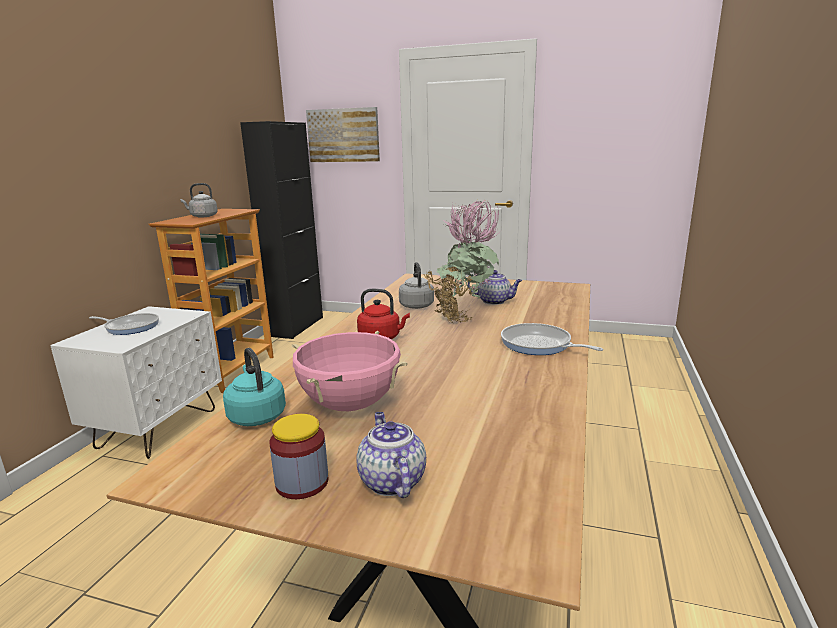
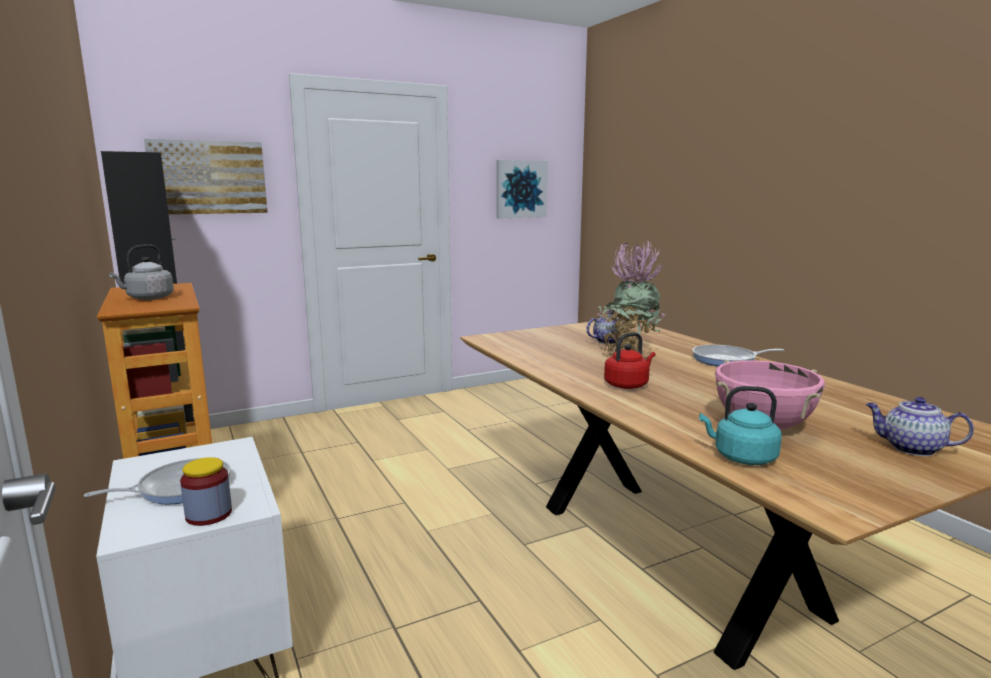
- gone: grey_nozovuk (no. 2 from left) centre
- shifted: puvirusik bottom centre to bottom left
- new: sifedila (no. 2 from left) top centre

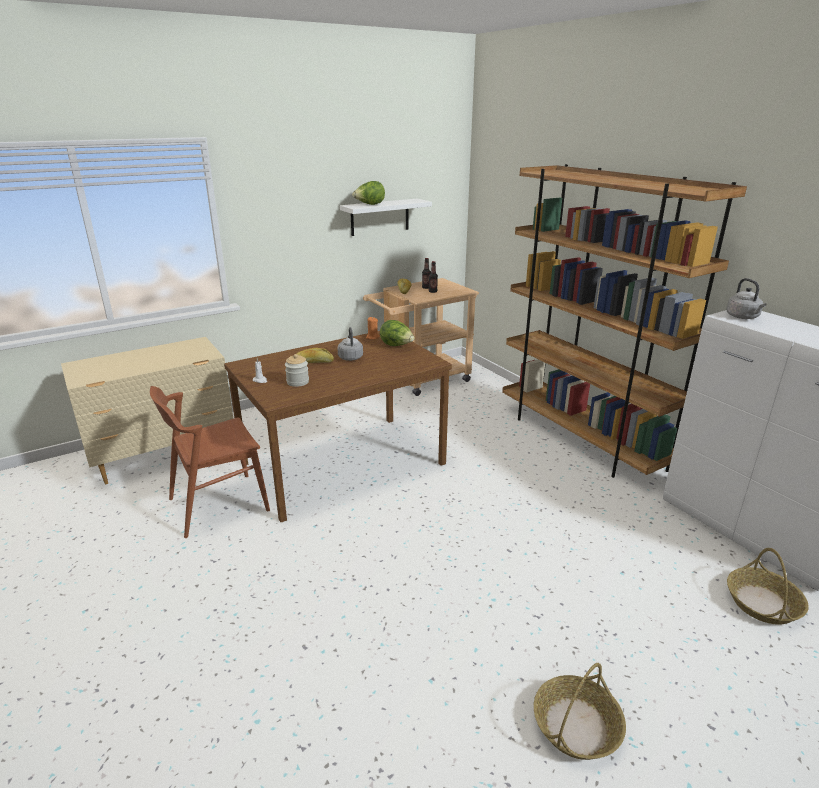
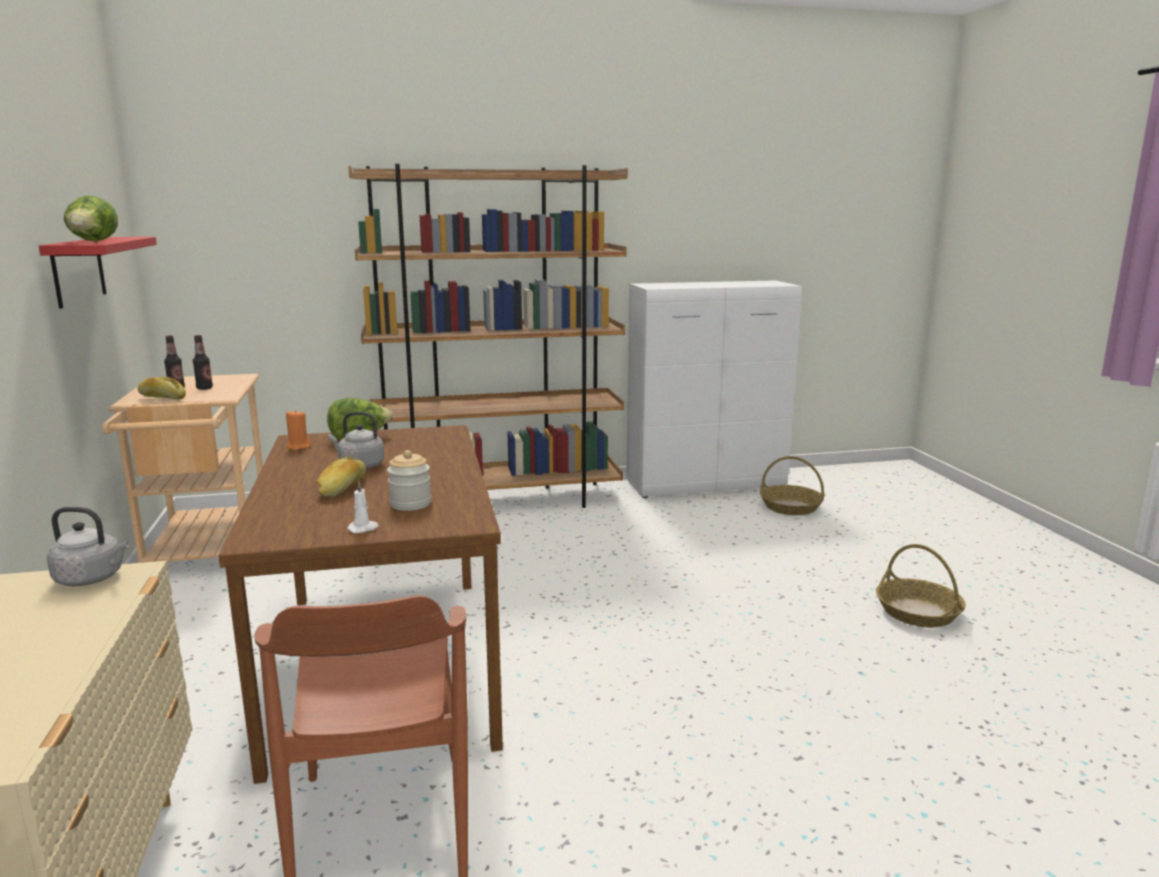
- repainted: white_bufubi top centre to red_bufubi top left
- shifted: grey_nozovuk (no. 2 from left in the first image) middle right to grey_nozovuk (no. 1 from left) middle left

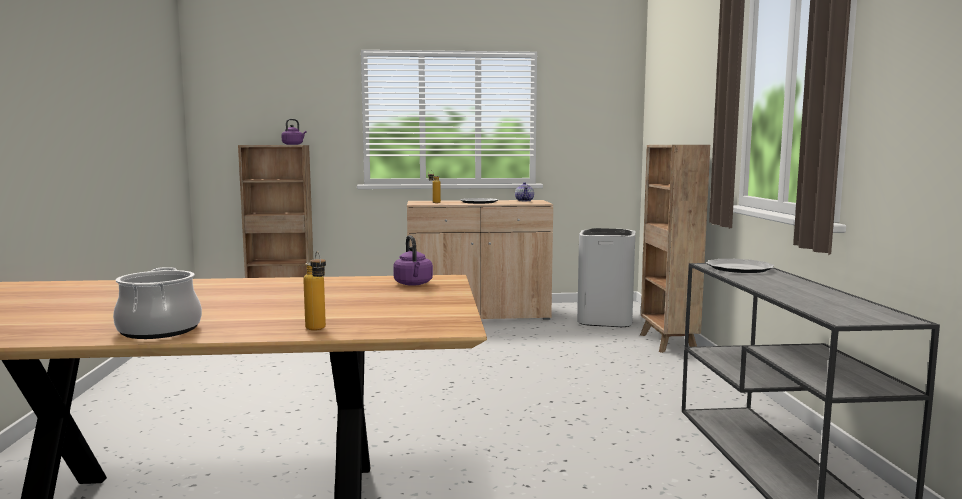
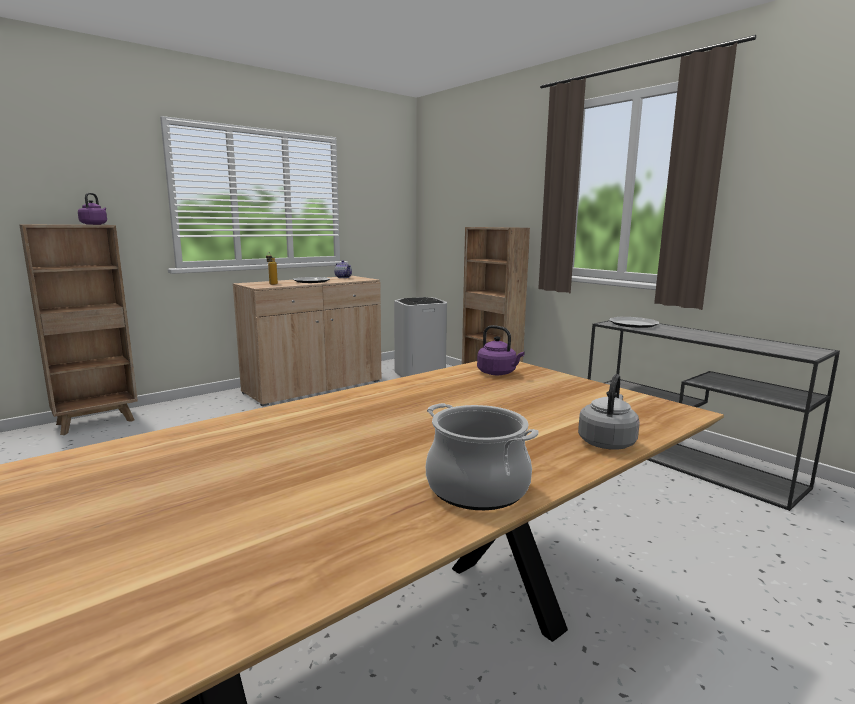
- swapped: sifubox (no. 1 from left) middle left to grey_nozovuk middle right

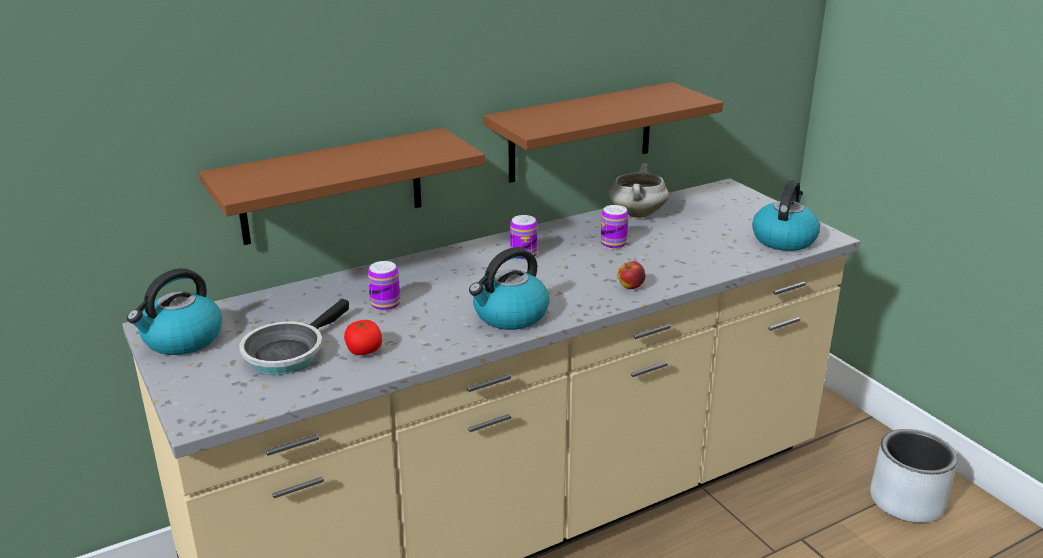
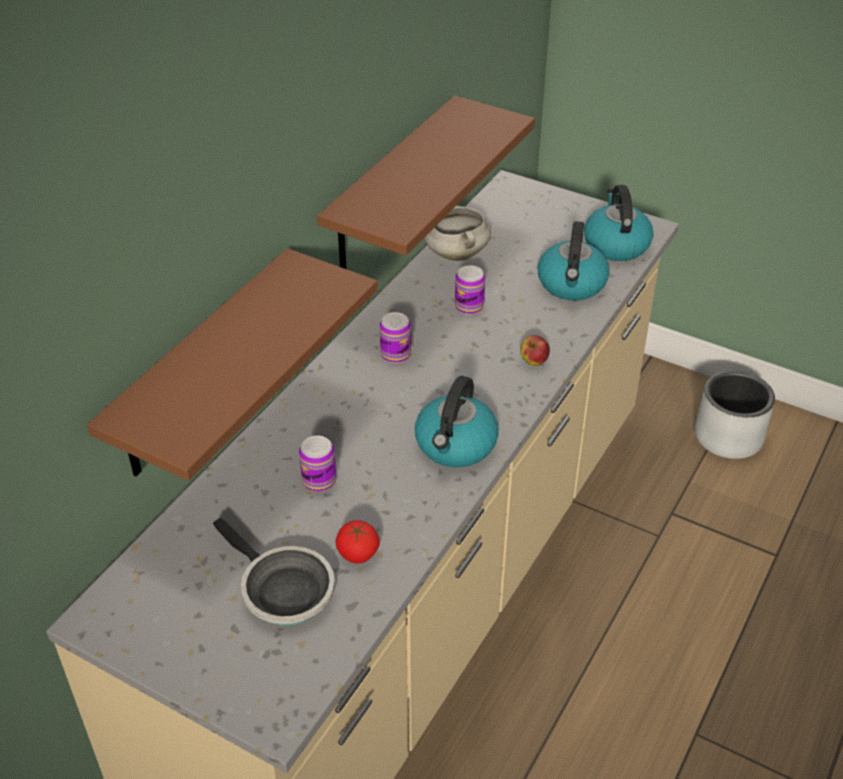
- shifted: nozovuk (no. 1 from left in the first image) middle left to nozovuk (no. 2 from left) middle right
- rotated: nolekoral middle left = bottom left 45 degrees counterclockwise

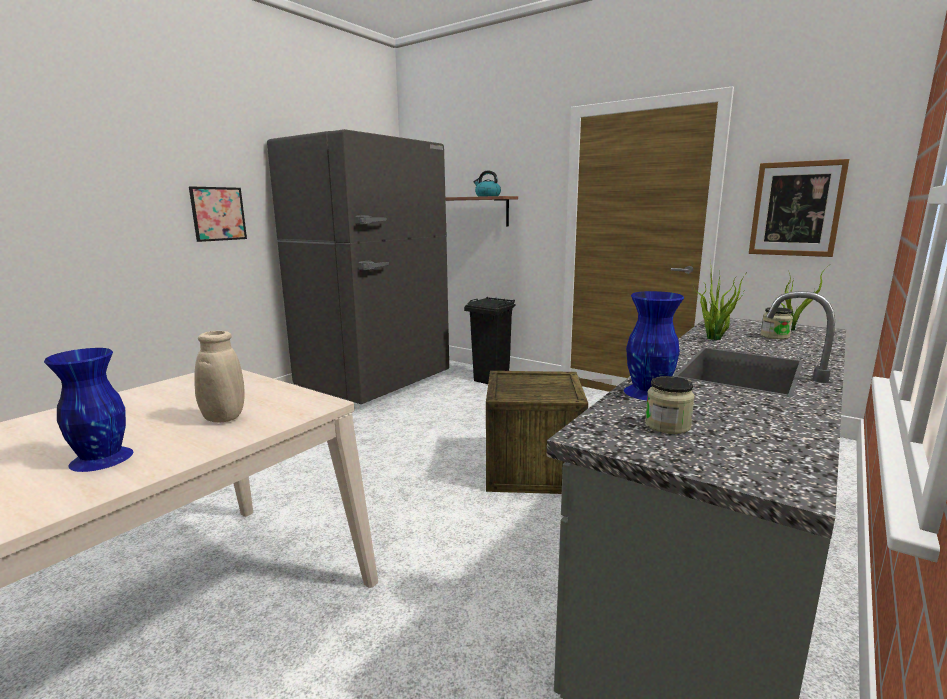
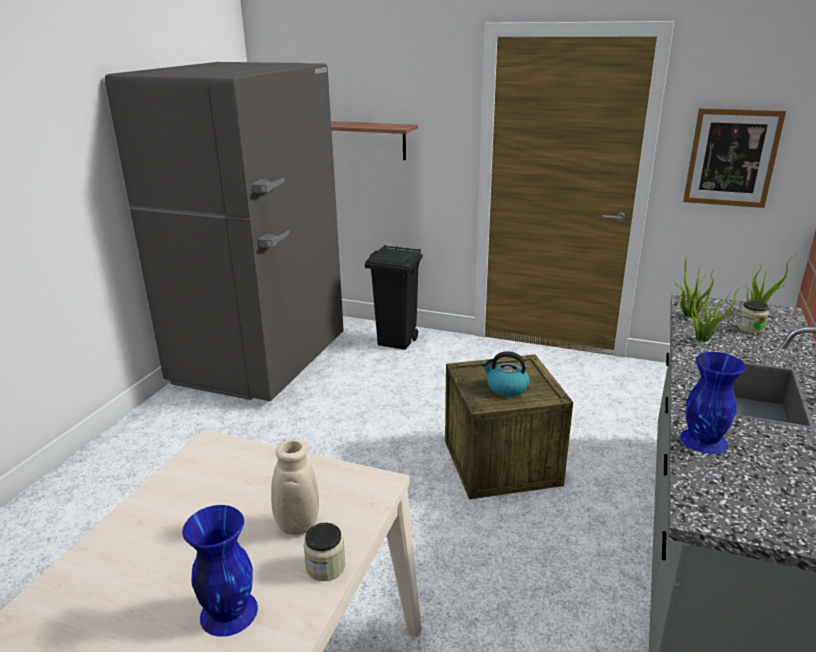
- shifted: nozovuk top centre to centre
- gone: sifedila (no. 1 from left) top left
- shifted: puvirusik (no. 1 from left) middle right to bottom centre

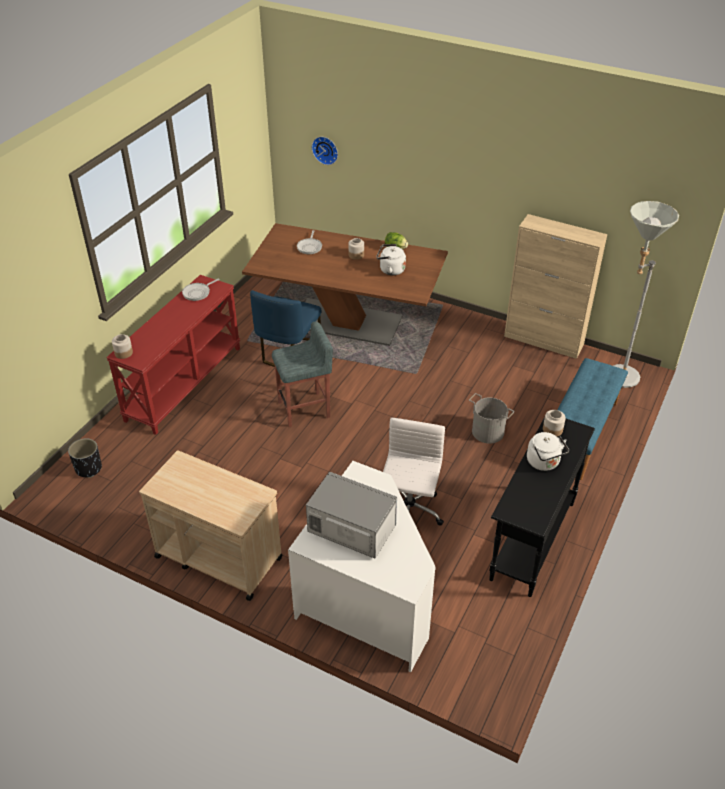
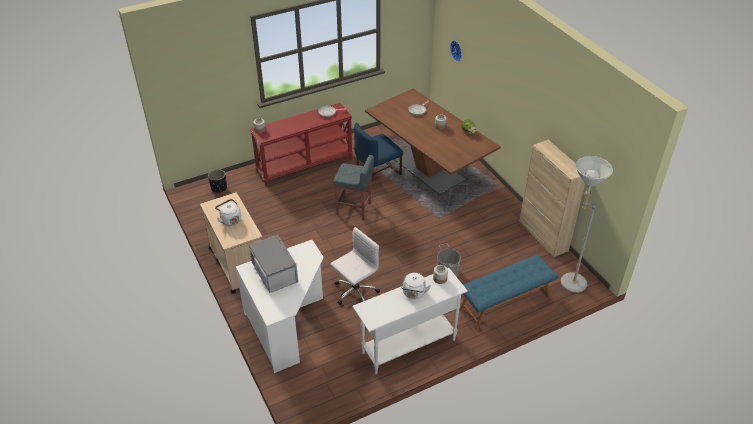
- shifted: white_nozovuk (no. 1 from left) top centre to middle left
- repainted: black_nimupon middle right to white_nimupon bottom centre

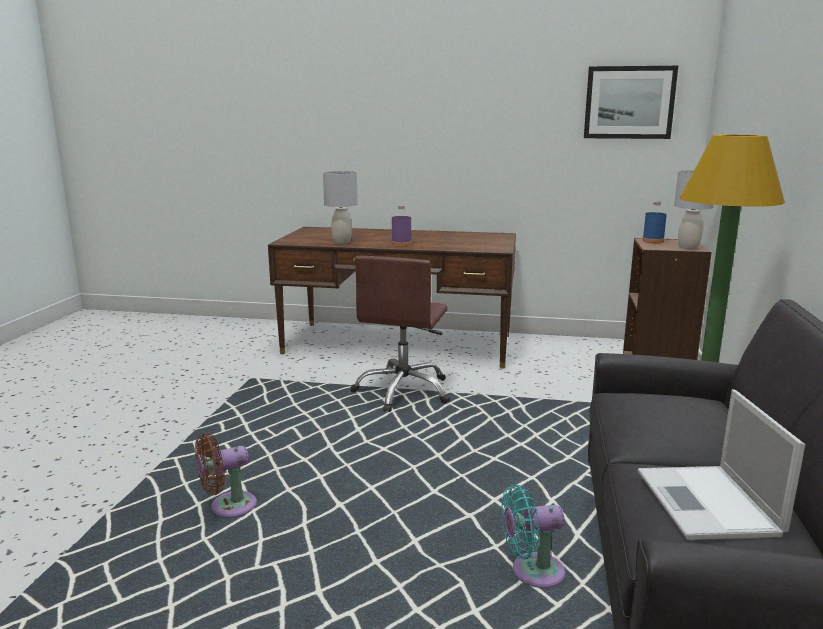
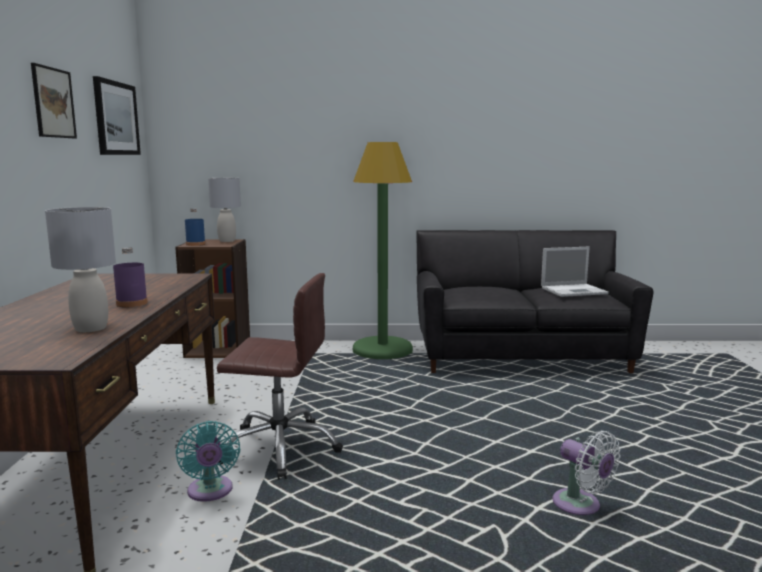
- repainted: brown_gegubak bottom left to white_gegubak bottom right
- shifted: turquoise_gegubak bottom centre to bottom left
- new: sifedila (no. 1 from left) top left

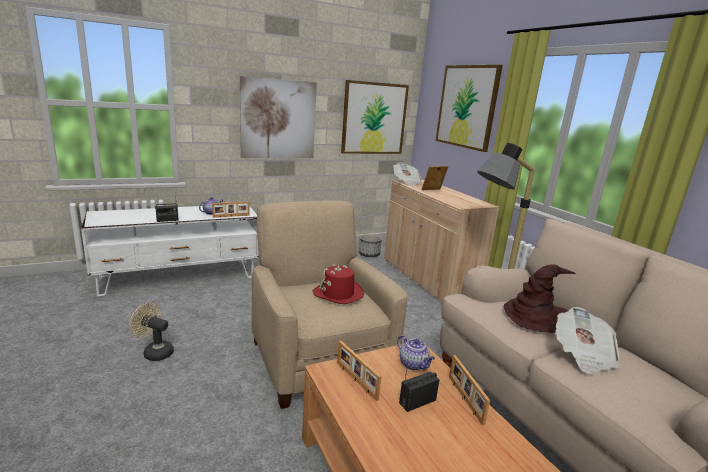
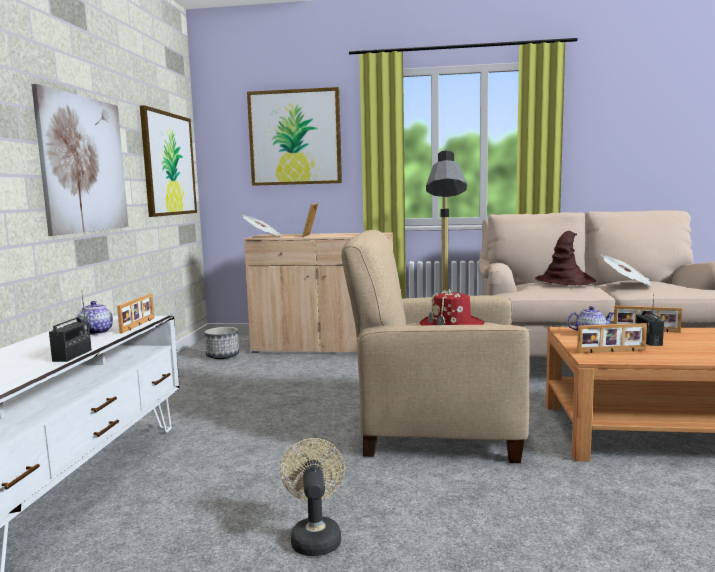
- rotated: beige_gegubak bottom left = bottom centre 120 degrees clockwise

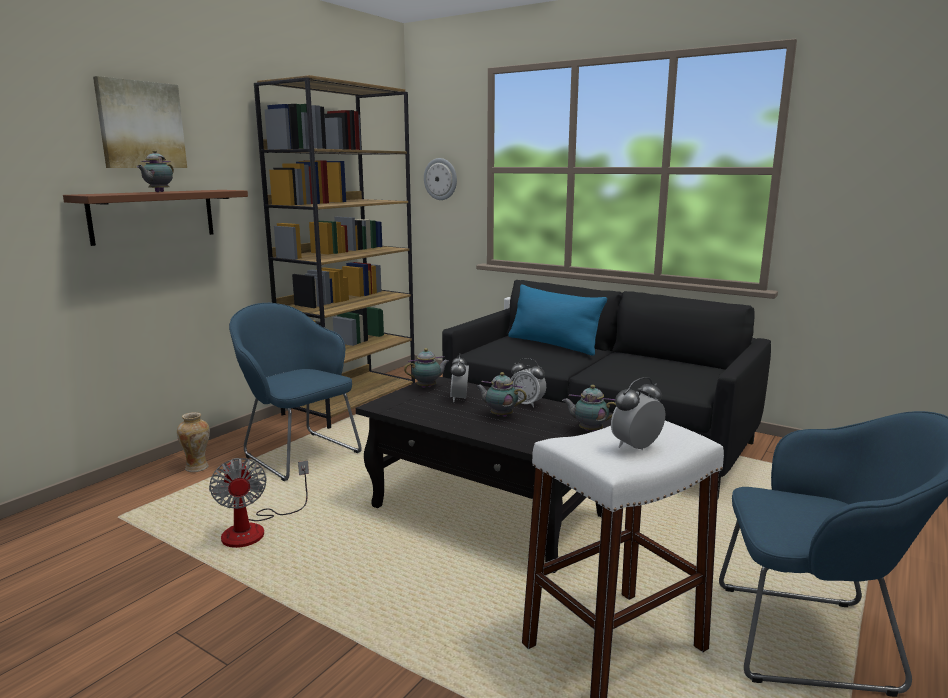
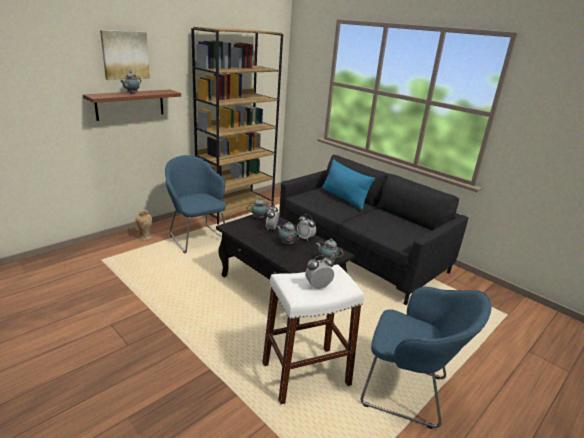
- gone: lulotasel top centre
- gone: gegubak bottom left

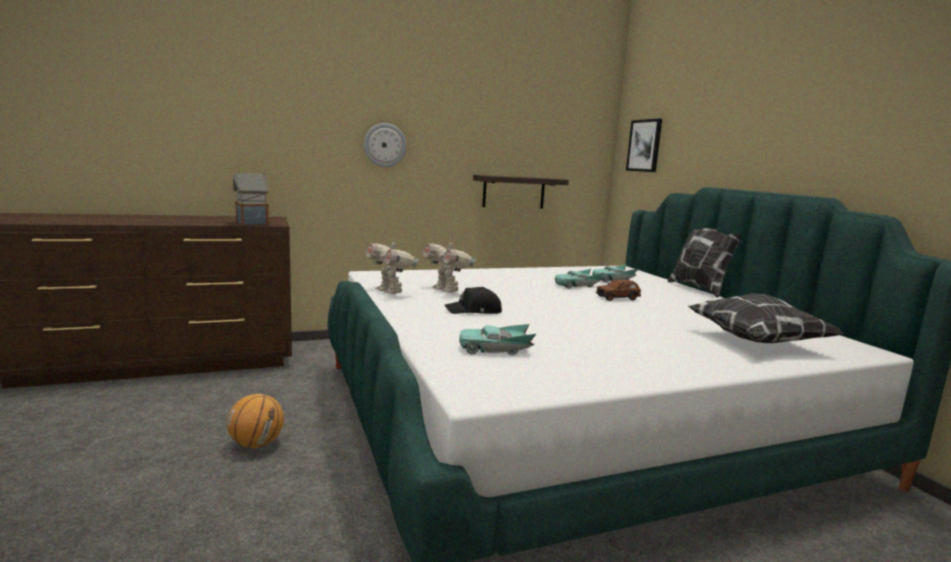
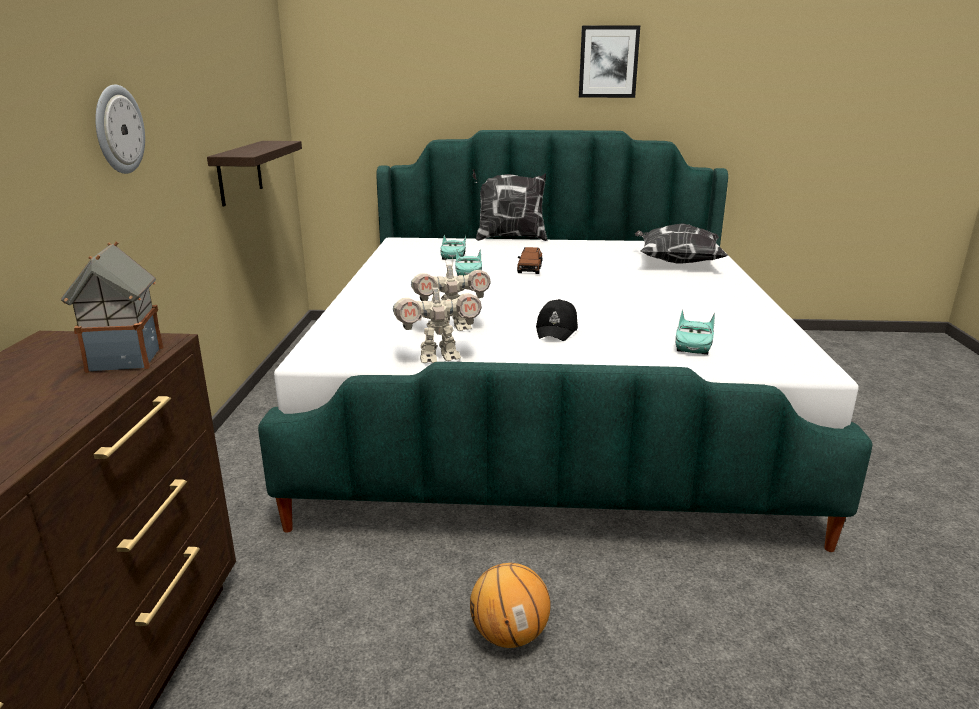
- shifted: sifedila top right to top centre

